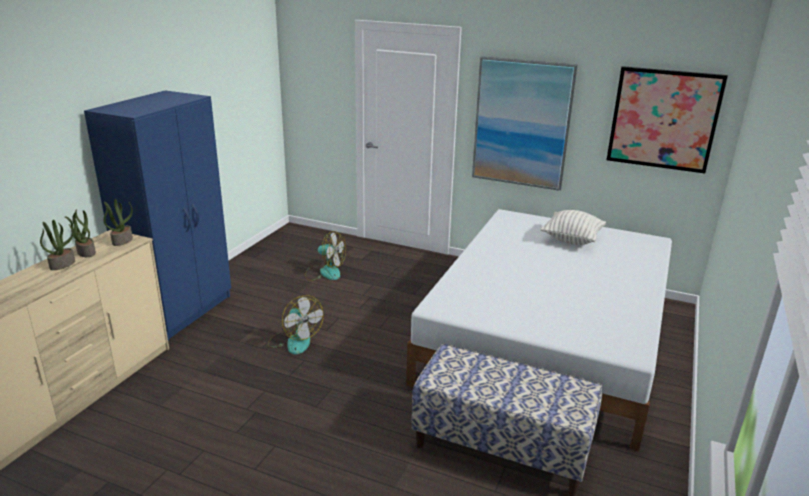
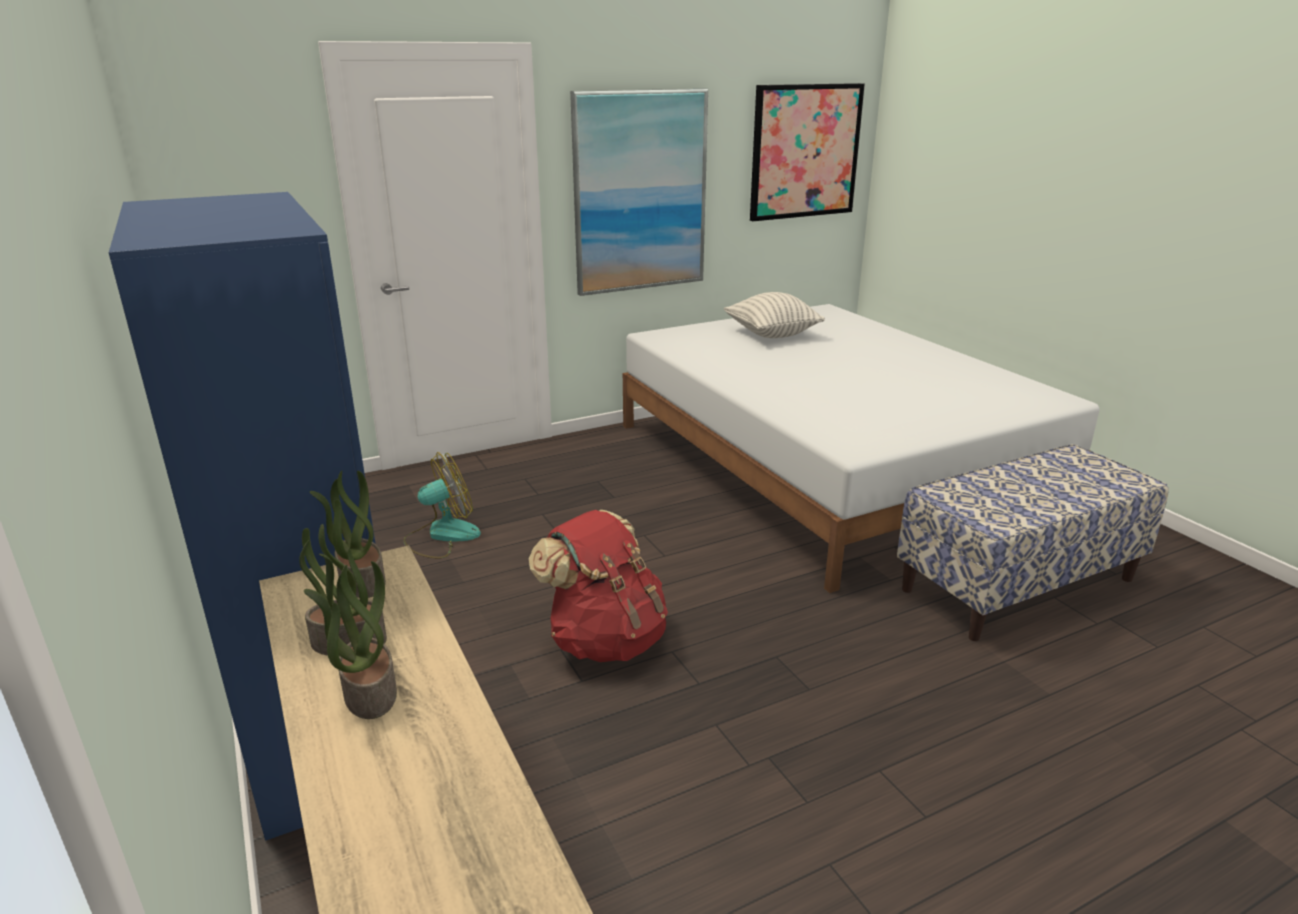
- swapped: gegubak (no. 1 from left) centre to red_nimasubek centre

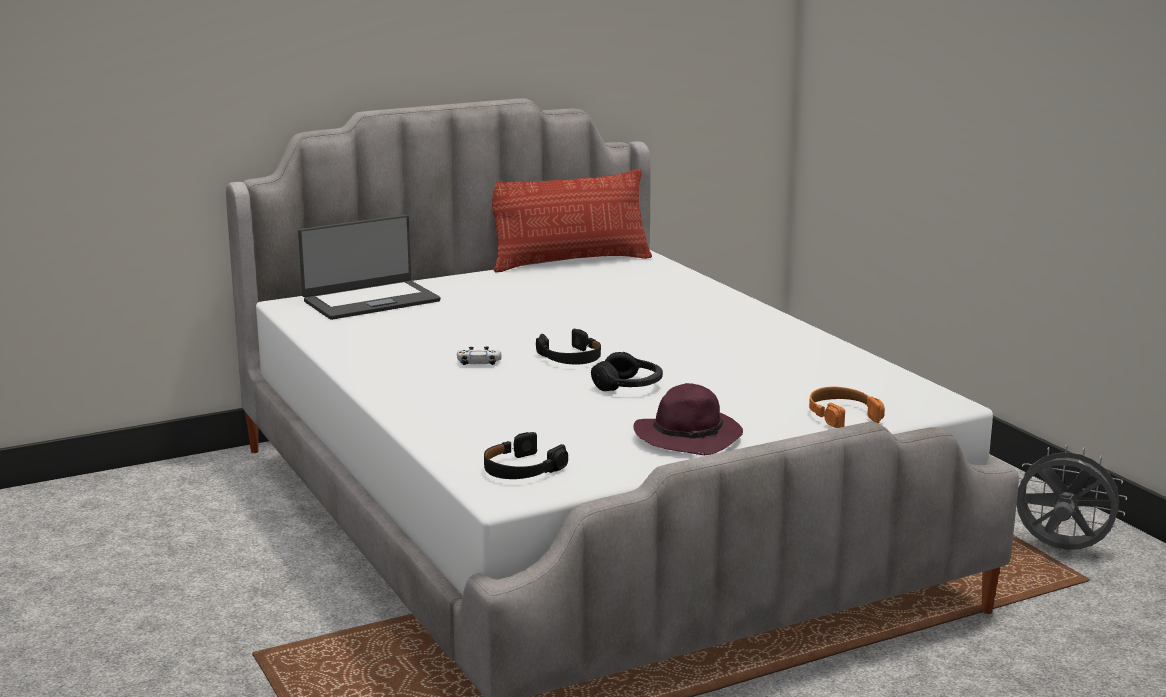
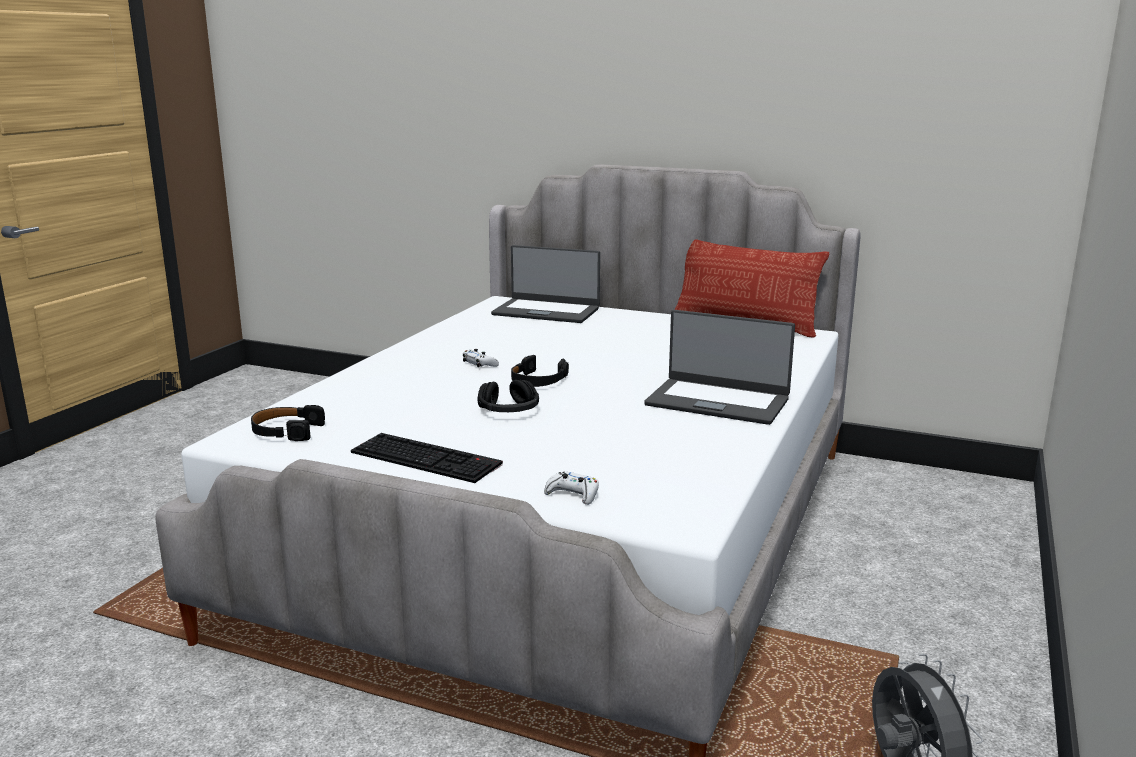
- swapped: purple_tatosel centre to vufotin centre
- swapped: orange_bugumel middle right to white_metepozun (no. 2 from left) centre
- new: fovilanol (no. 2 from left) centre

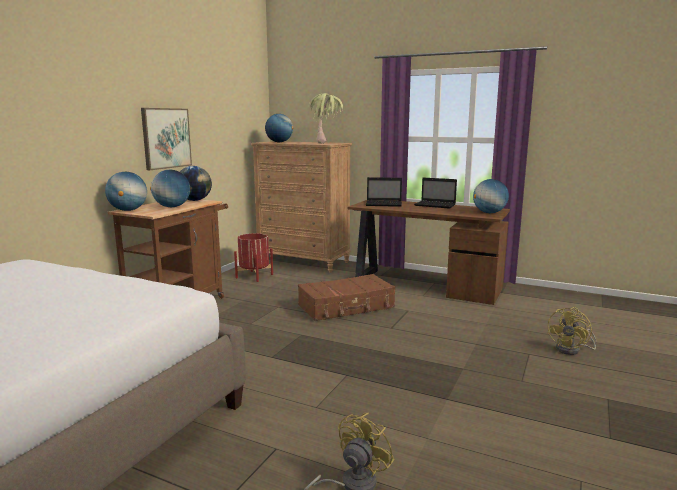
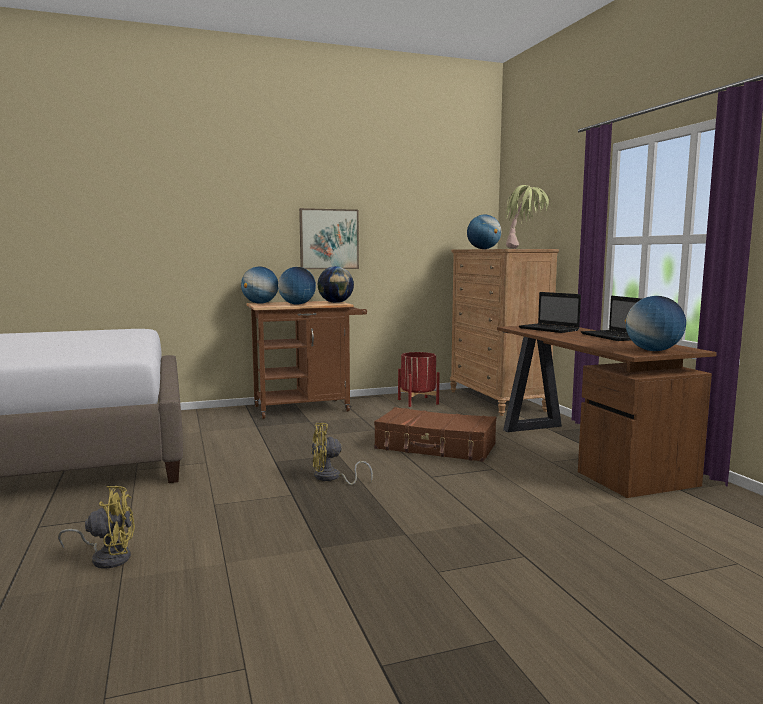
- shifted: yellow_gegubak (no. 2 from left) bottom right to centre

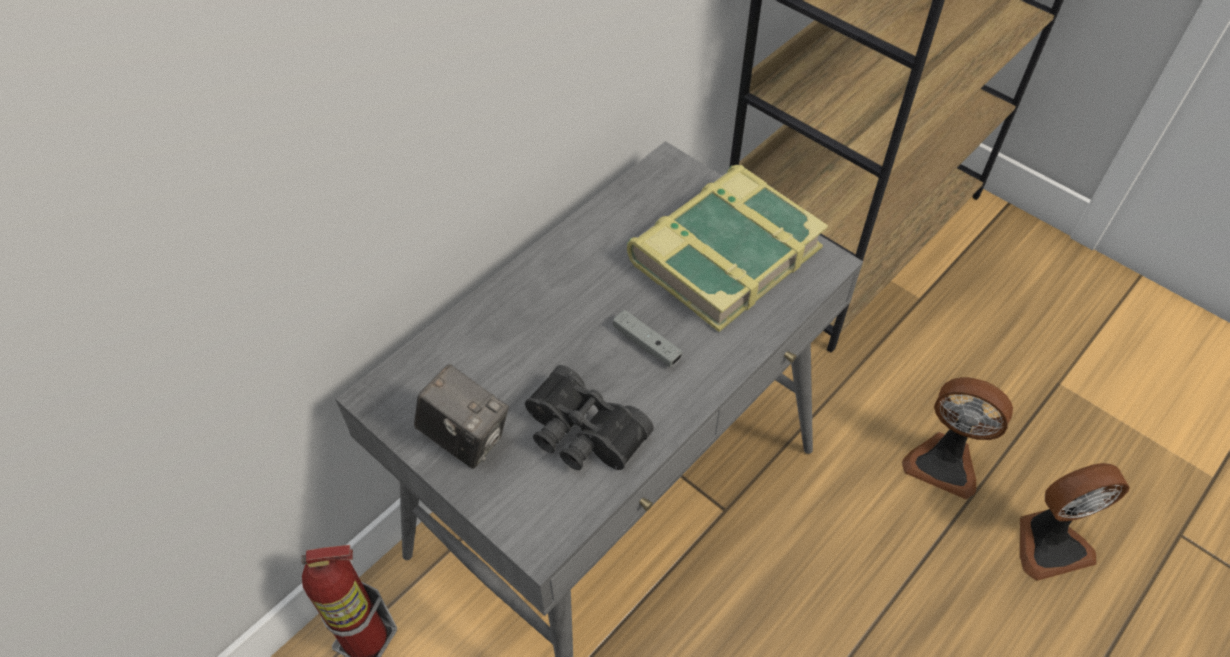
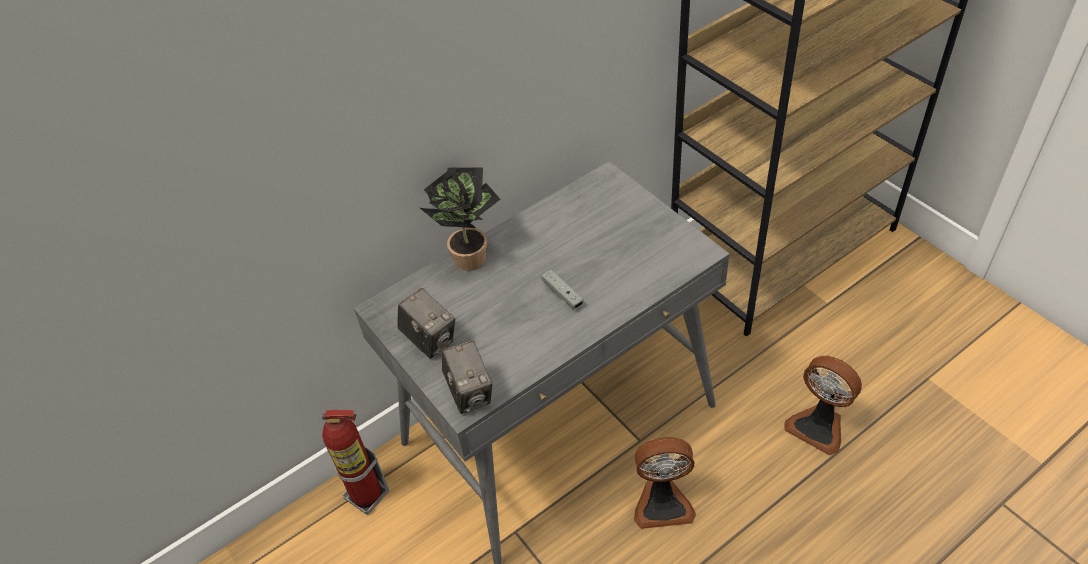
- gone: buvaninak centre
- gone: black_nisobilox centre
- shifted: gegubak (no. 2 from left in the first image) bottom right to gegubak (no. 1 from left) bottom centre
- new: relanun centre
- new: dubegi (no. 2 from left) bottom centre

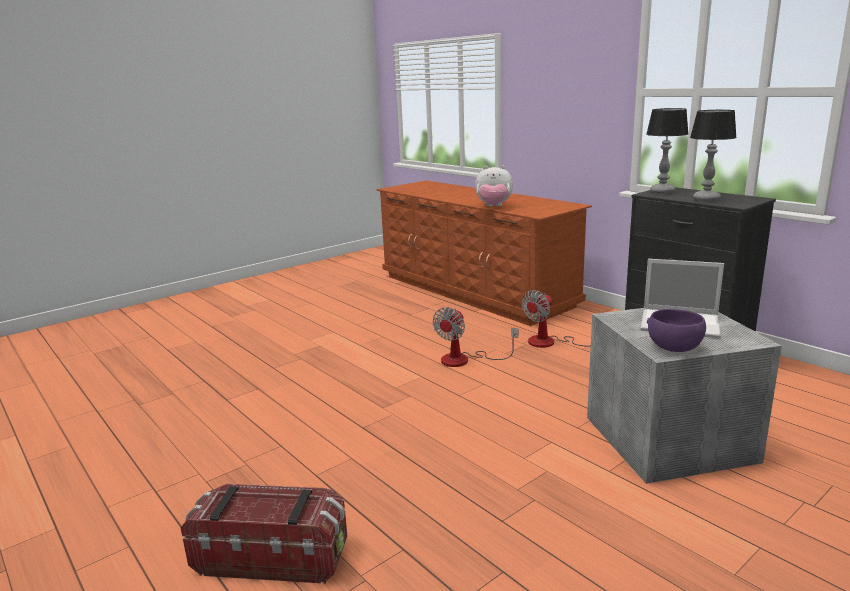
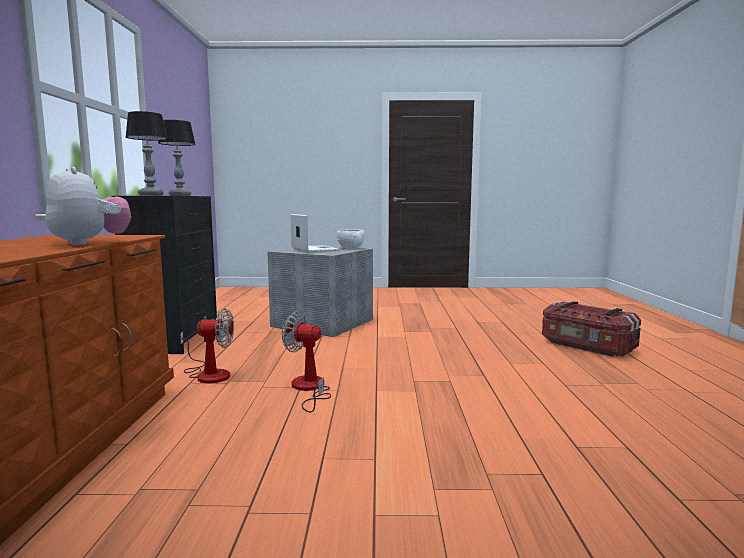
- rotated: gegubak (no. 1 from left in the first image) centre = centre 135 degrees counterclockwise
- repainted: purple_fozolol middle right to white_fozolol centre

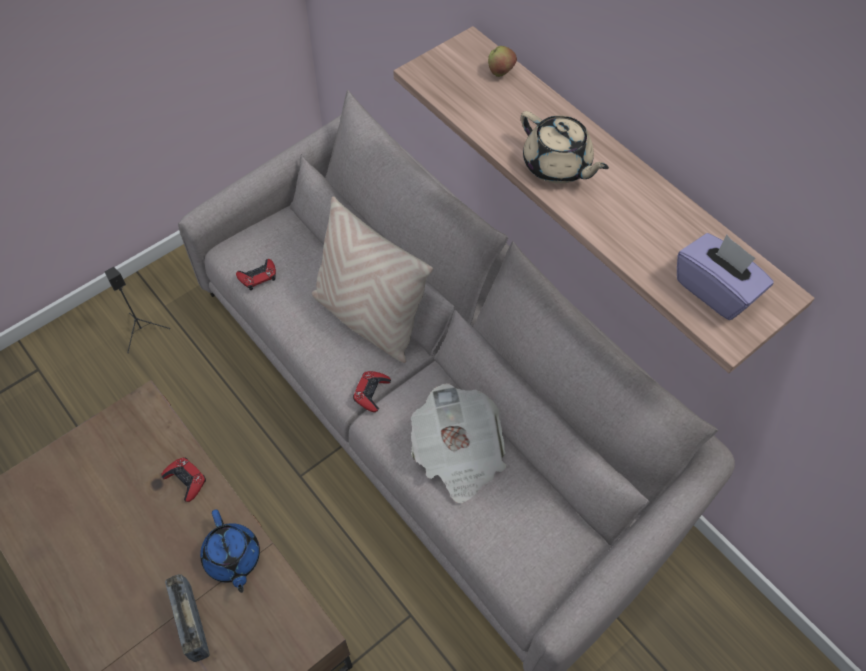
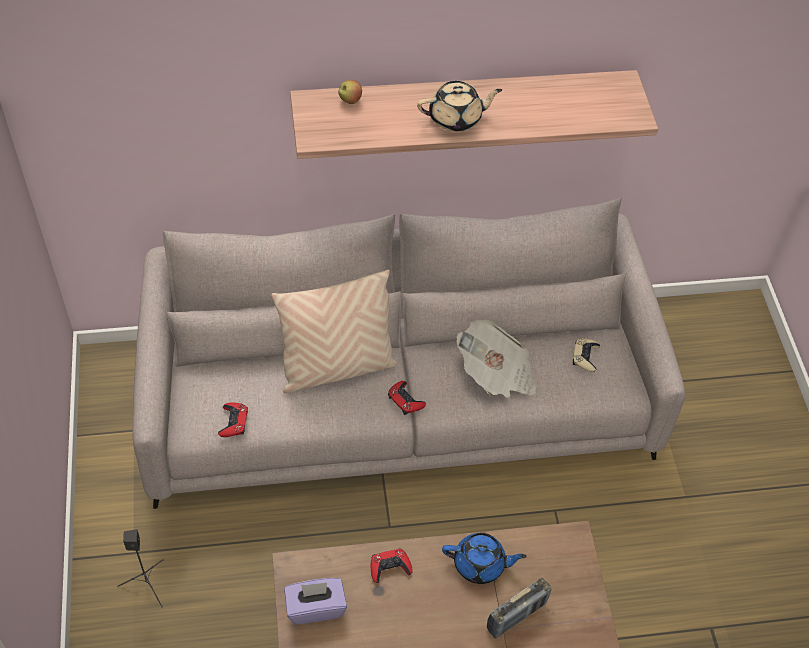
- shifted: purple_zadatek middle right to bottom centre
- rotated: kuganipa bottom left = bottom centre 45 degrees counterclockwise
- new: beige_metepozun middle right

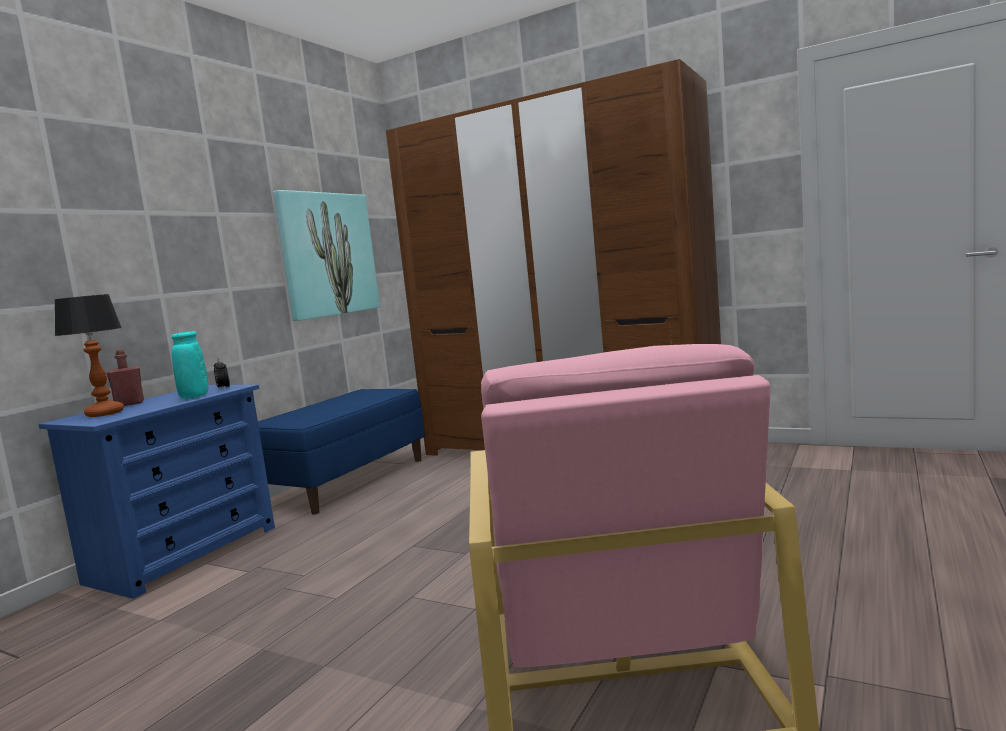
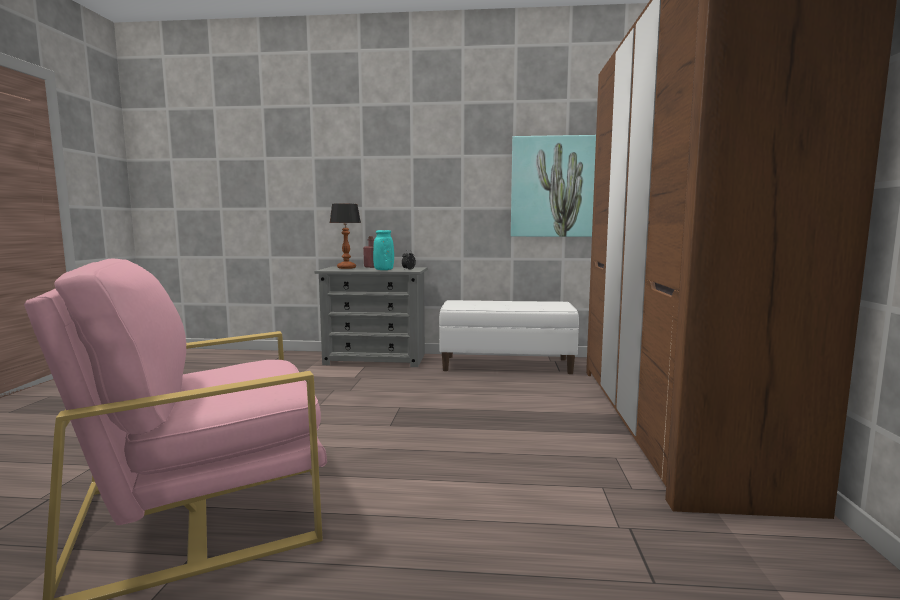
- repainted: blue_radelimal bottom left to grey_radelimal centre
- repainted: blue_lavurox centre to white_lavurox centre

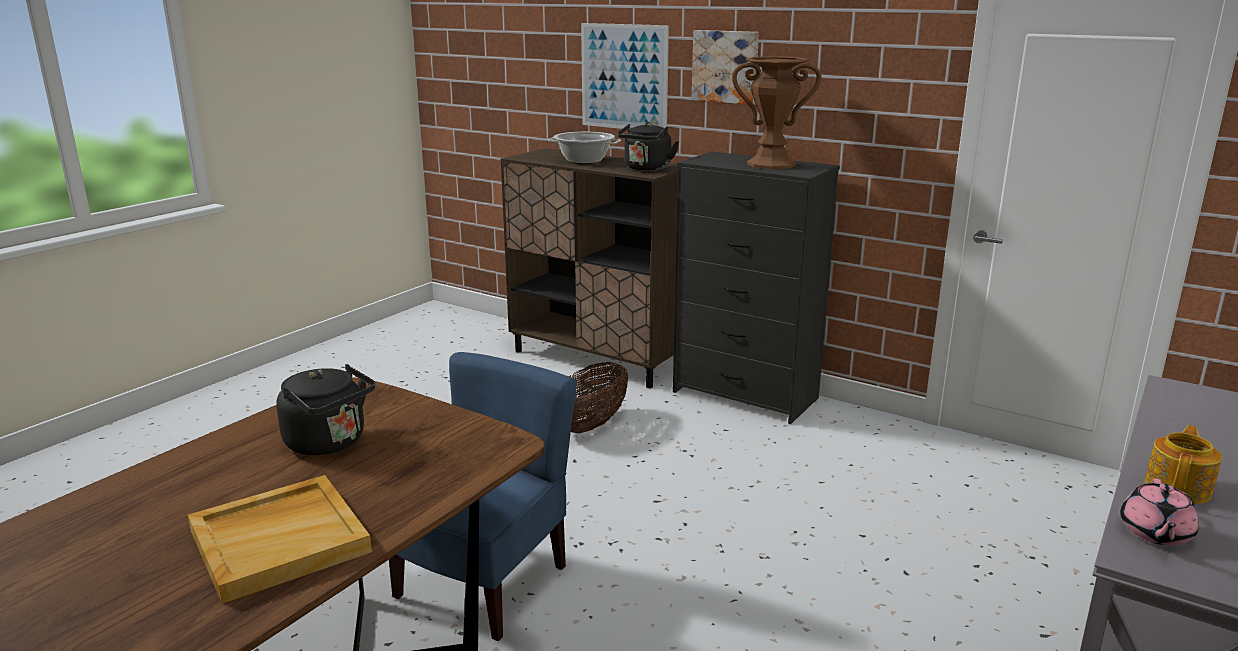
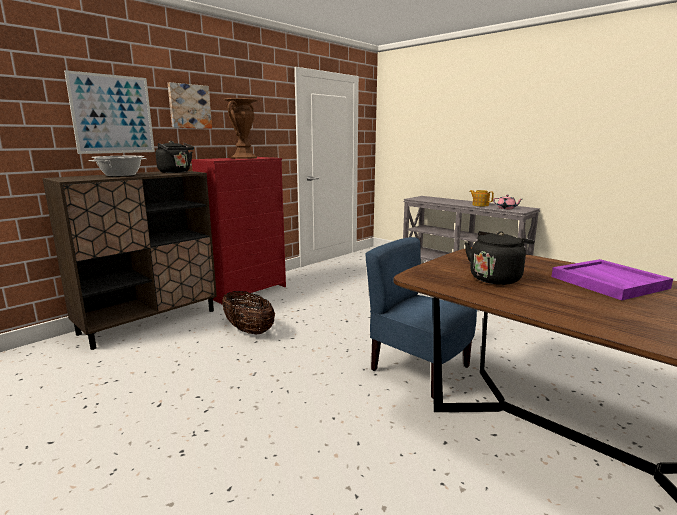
- repainted: black_radelimal centre to red_radelimal centre
- repainted: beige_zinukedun bottom left to purple_zinukedun middle right

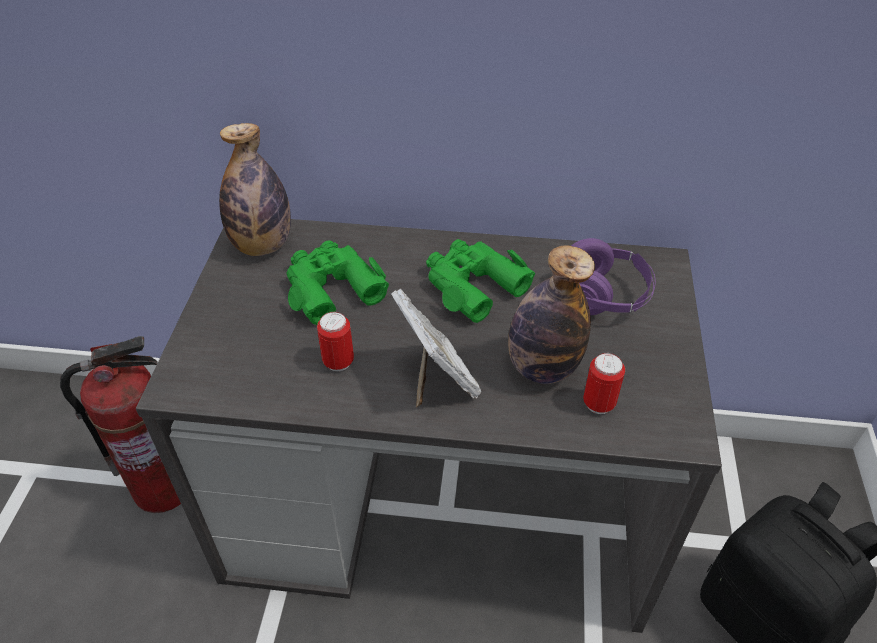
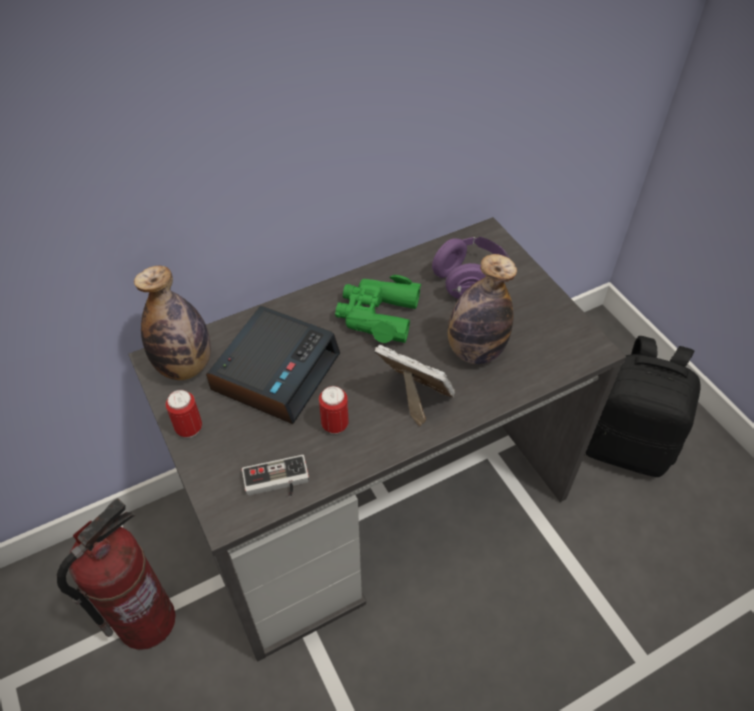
- swapped: green_nisobilox (no. 1 from left) centre to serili centre
- shifted: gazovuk (no. 2 from left in the first image) middle right to gazovuk (no. 1 from left) middle left
- new: metepozun bottom centre

